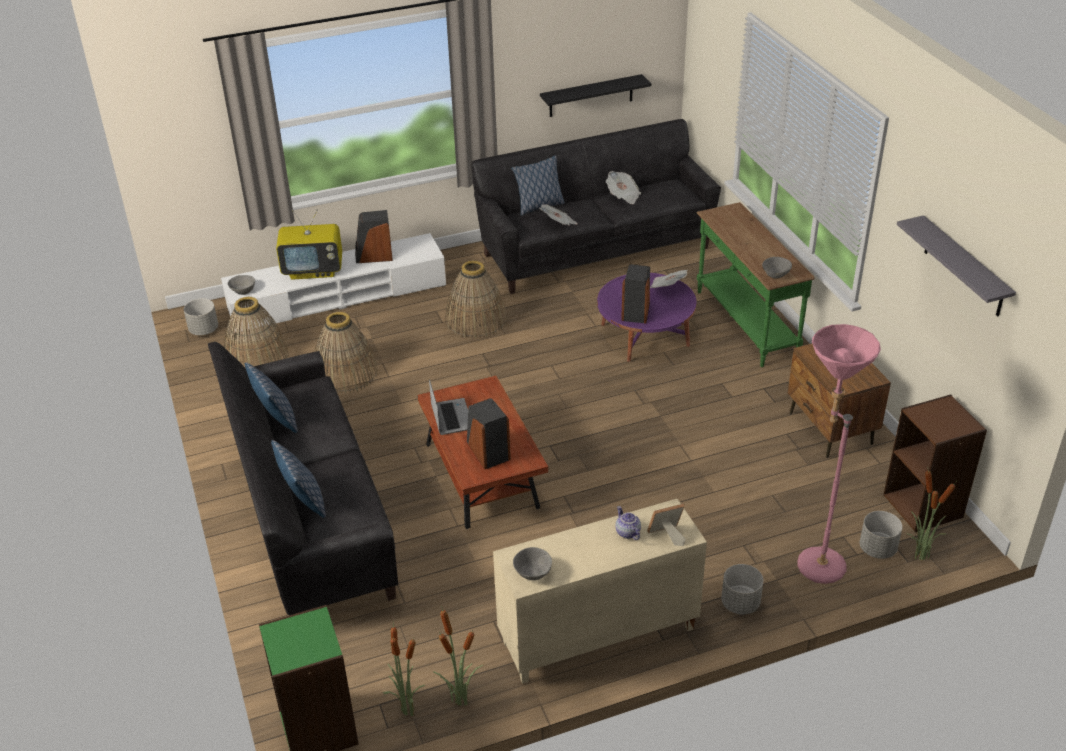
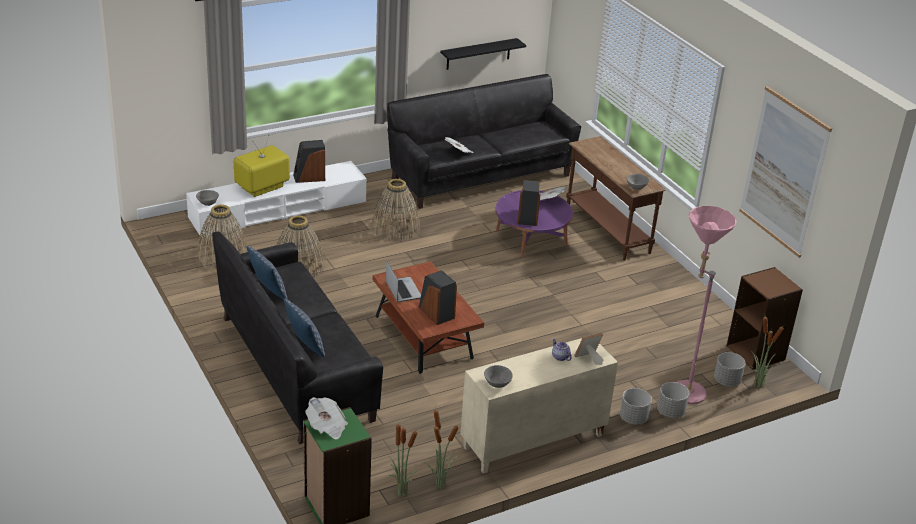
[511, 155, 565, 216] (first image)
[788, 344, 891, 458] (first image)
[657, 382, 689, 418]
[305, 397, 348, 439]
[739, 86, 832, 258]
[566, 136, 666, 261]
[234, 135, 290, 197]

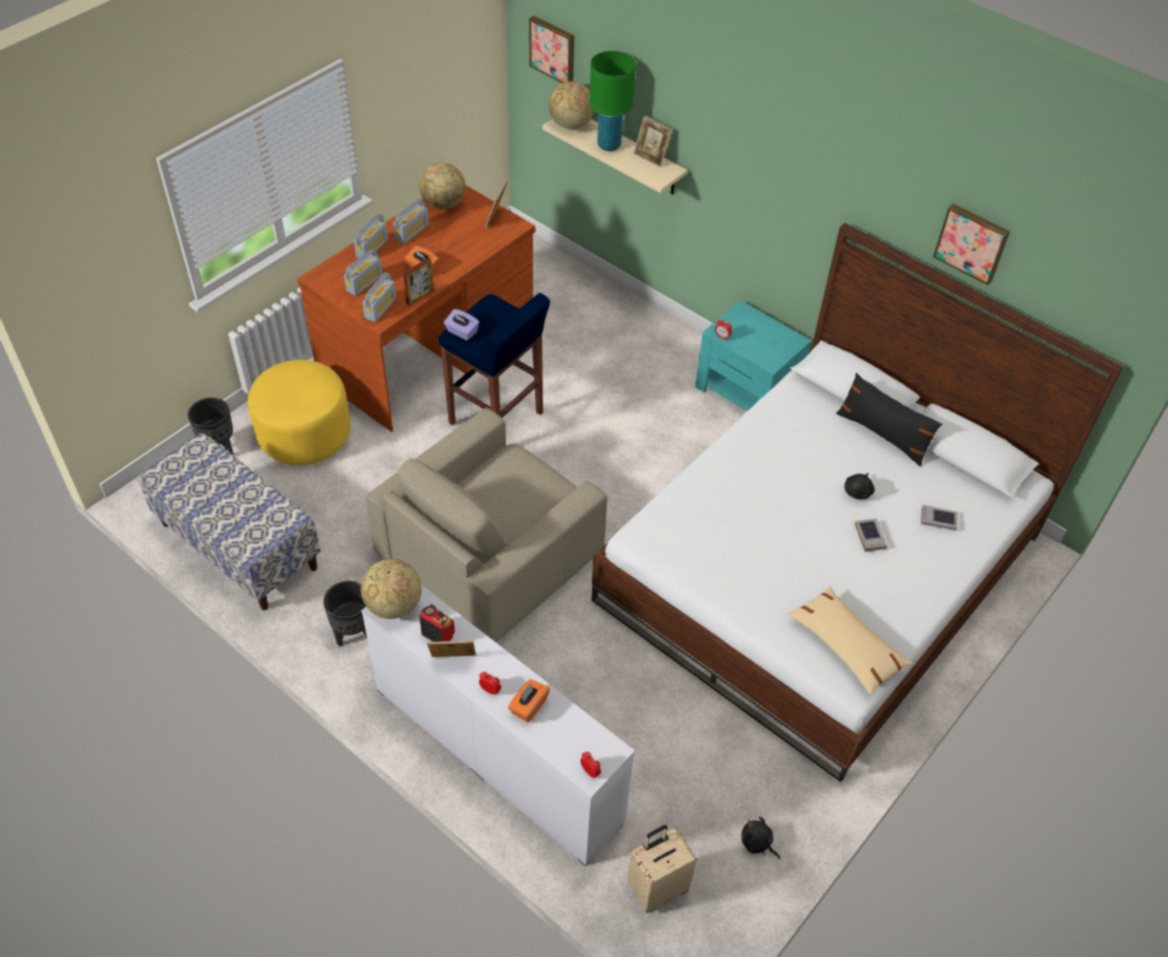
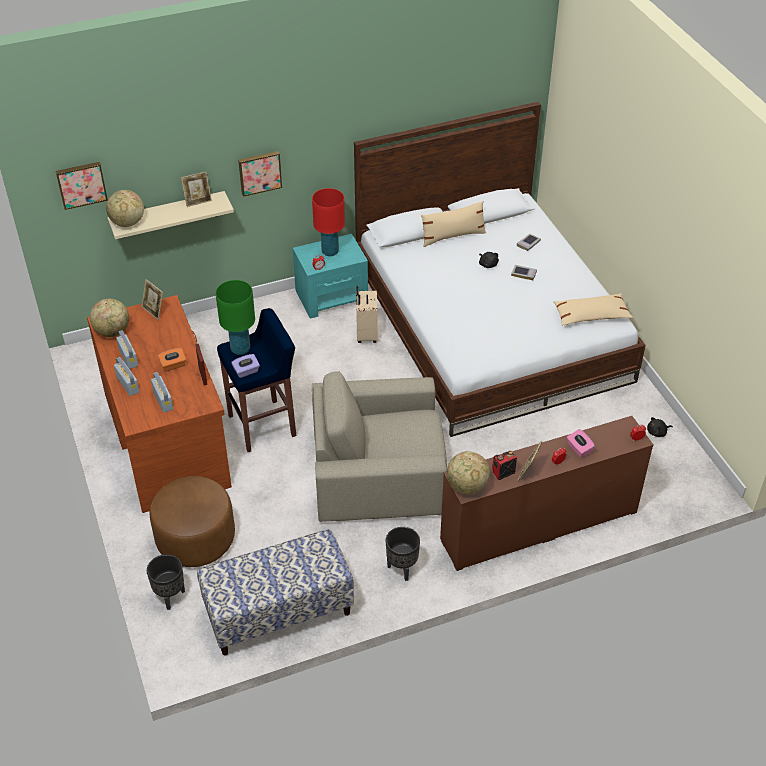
[363, 272, 396, 322] (first image)
[312, 188, 345, 256]
[215, 280, 255, 355]
[356, 286, 377, 343]
[238, 151, 282, 197]
[150, 476, 235, 567]
[440, 416, 654, 571]
[567, 429, 595, 458]
[421, 201, 486, 247]
[312, 371, 447, 522]

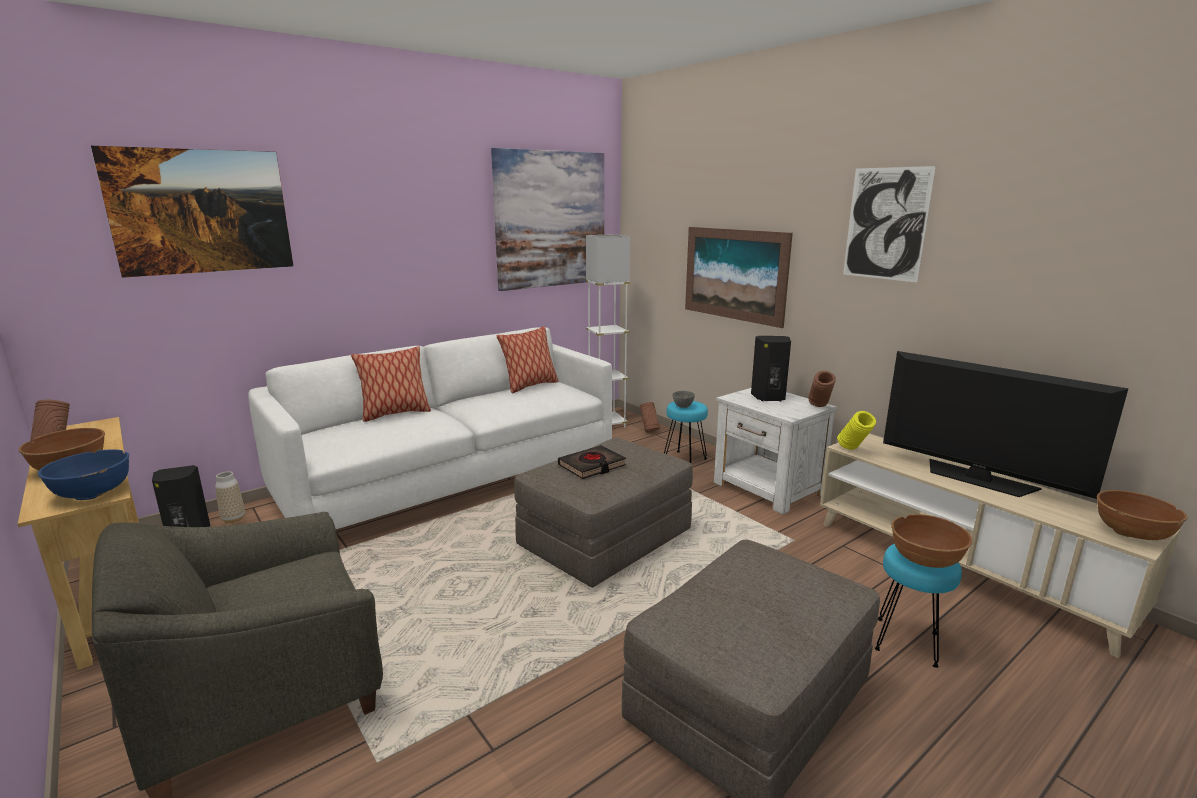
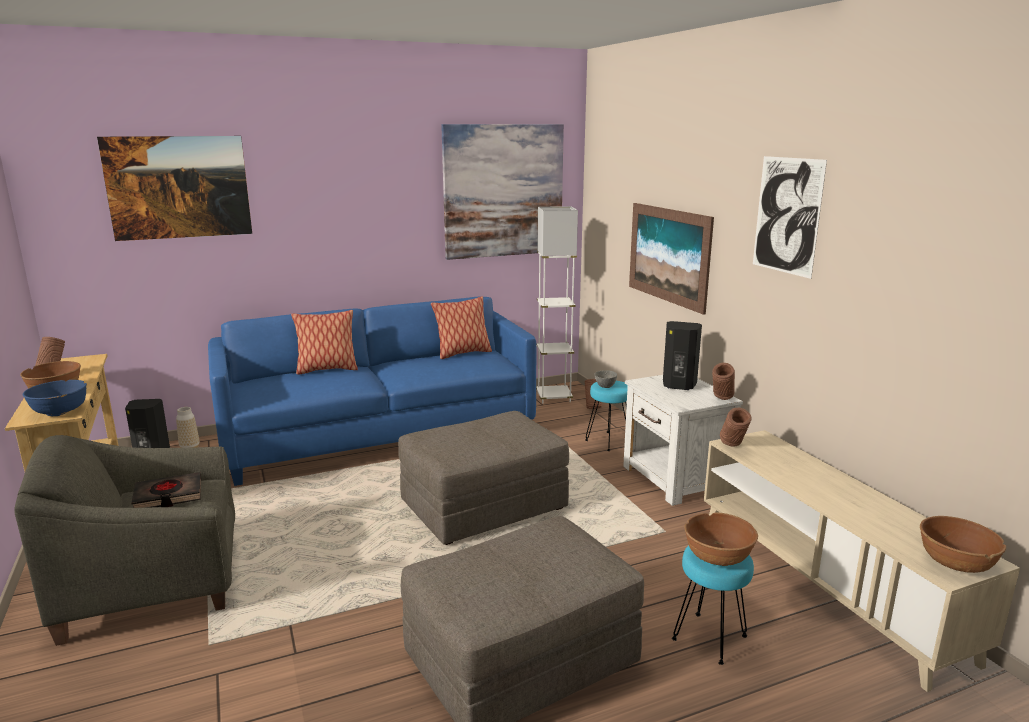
[883, 351, 1129, 499] (first image)
[132, 472, 201, 508]
[208, 297, 537, 486]
[720, 408, 752, 447]

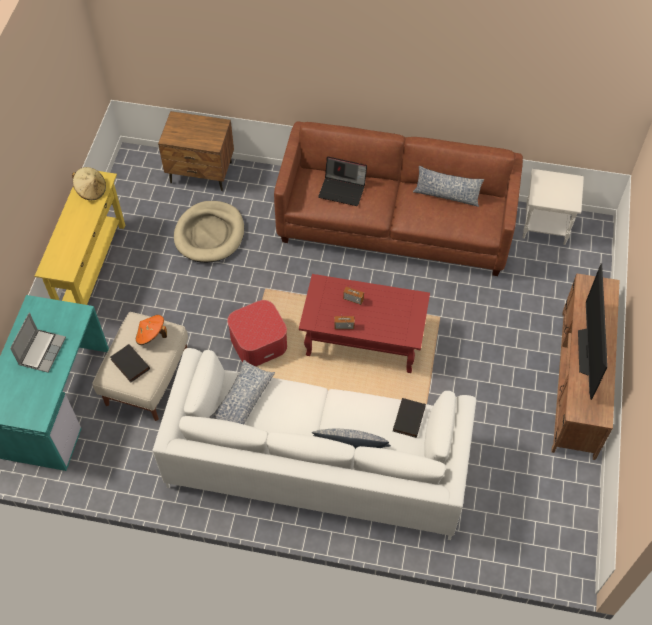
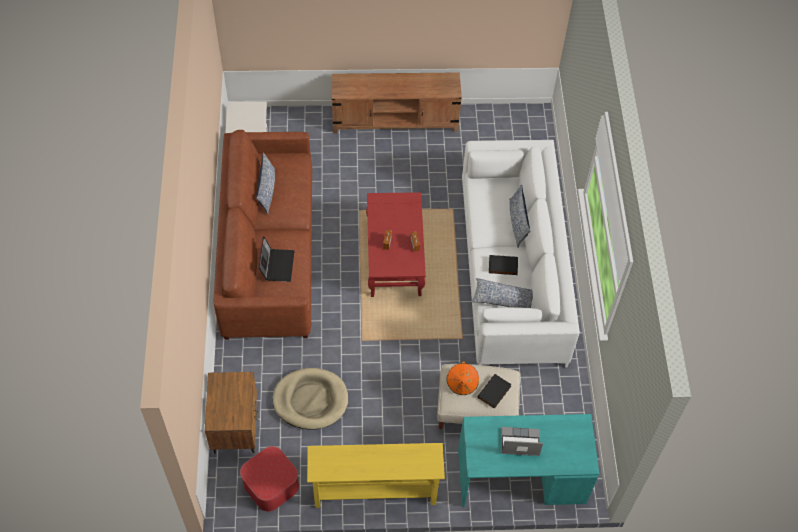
[72, 167, 106, 200] (first image)
[578, 263, 608, 400] (first image)
[240, 446, 299, 512]
[489, 255, 518, 275]

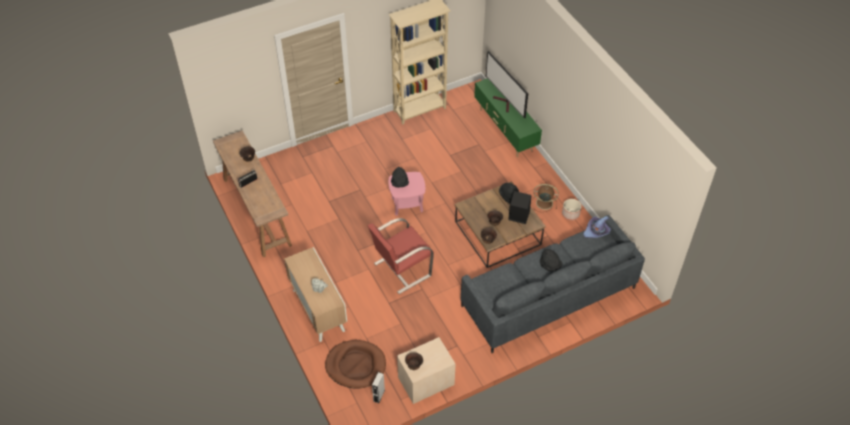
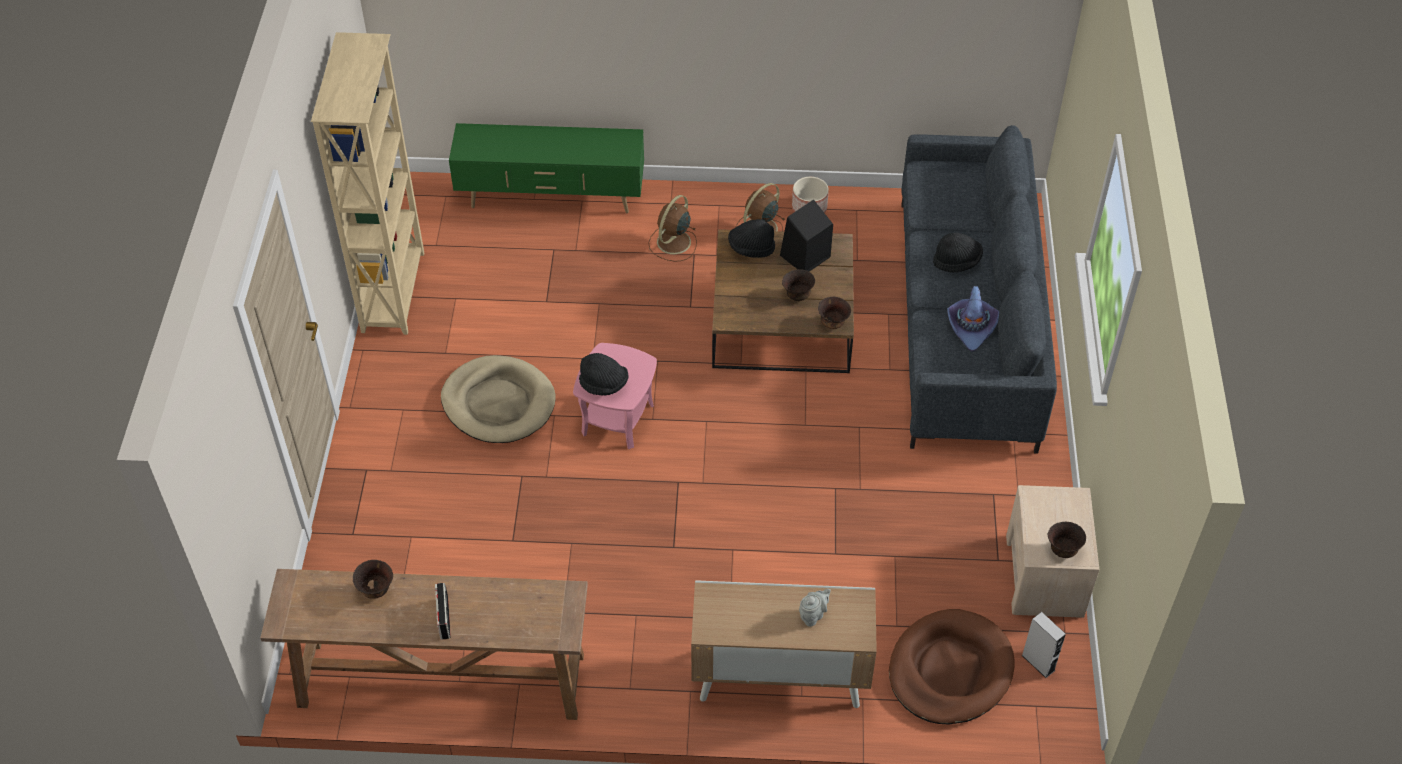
[368, 218, 434, 294] (first image)
[486, 51, 528, 118] (first image)
[441, 355, 556, 443]
[648, 195, 697, 261]
[947, 286, 999, 352]

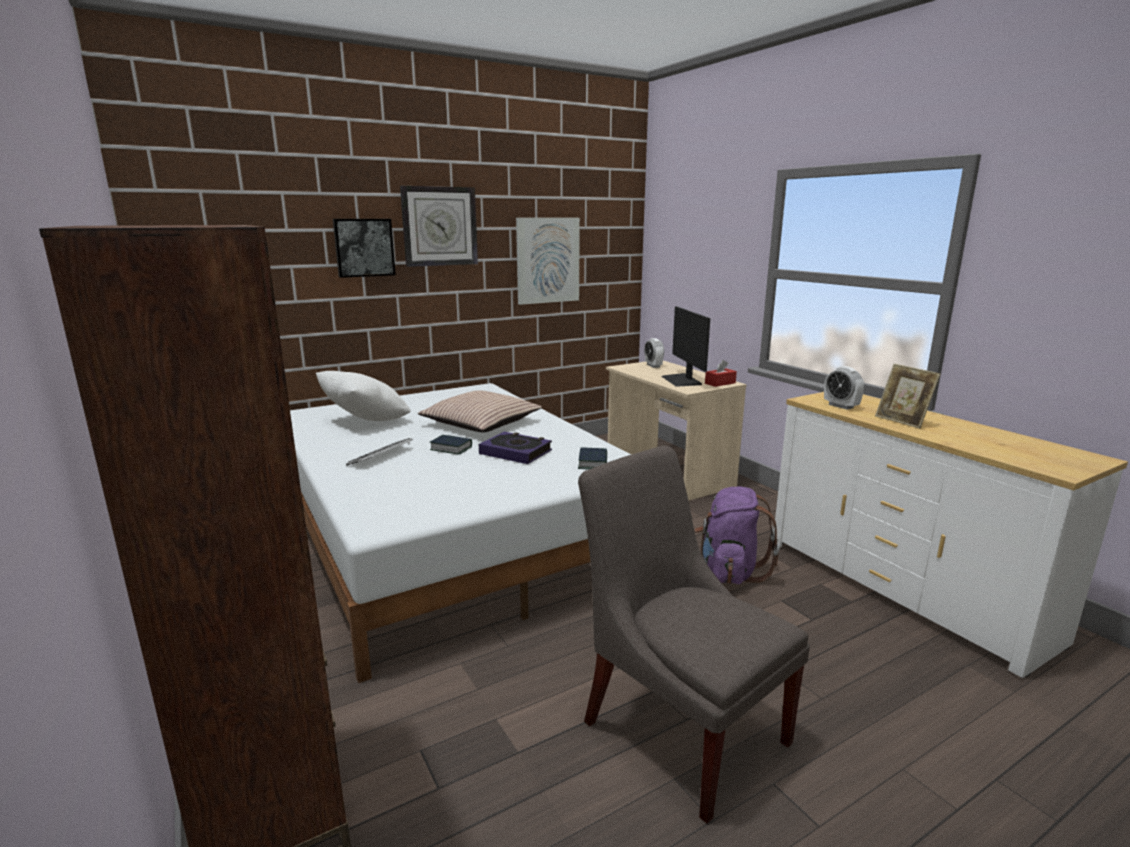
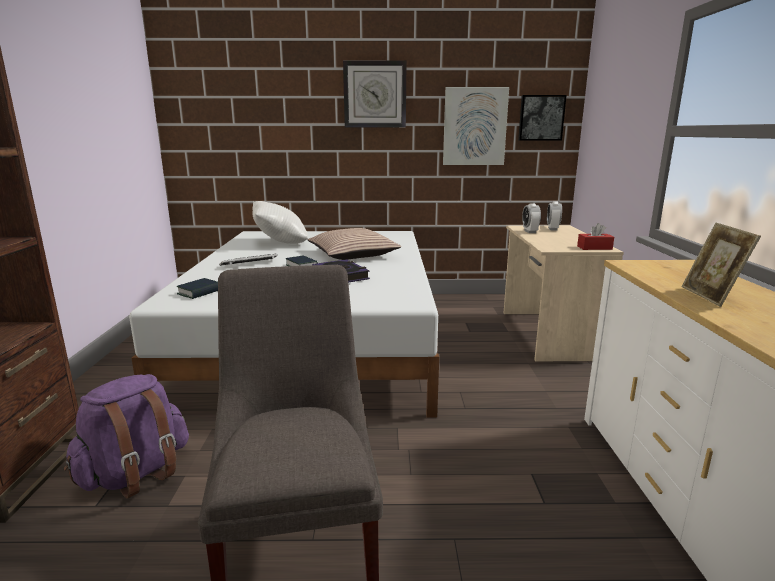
[661, 307, 710, 387] (first image)
[518, 95, 567, 141]
[177, 278, 218, 299]
[64, 374, 189, 498]
[522, 203, 541, 233]

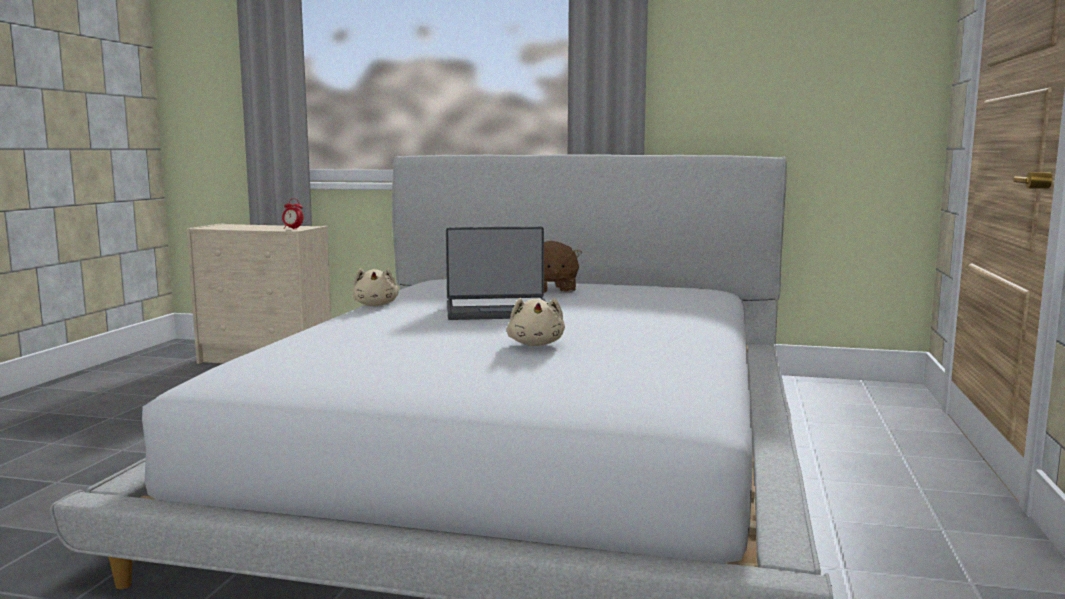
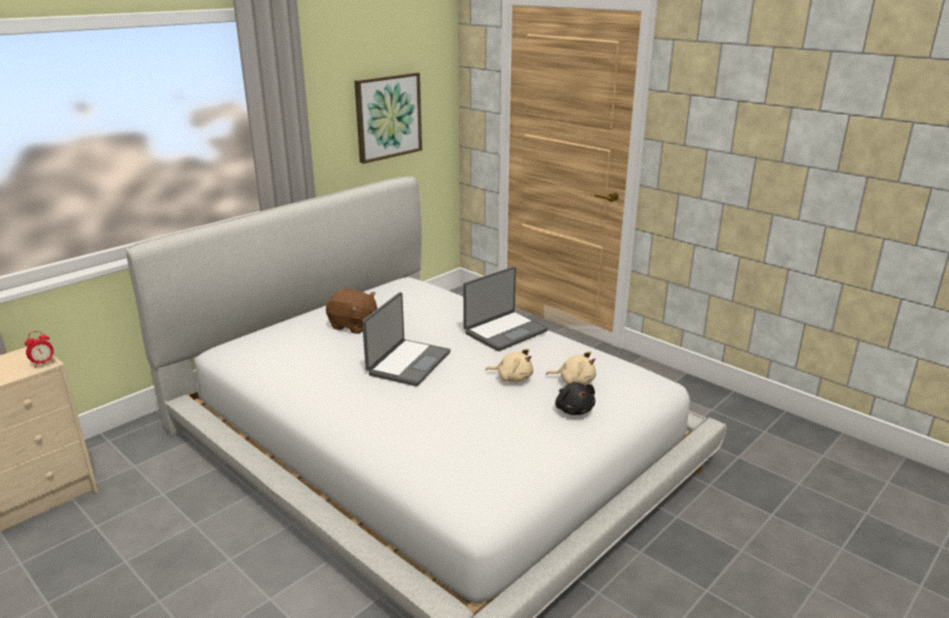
[354, 72, 422, 164]
[463, 267, 548, 351]
[555, 382, 595, 415]
[546, 351, 596, 385]

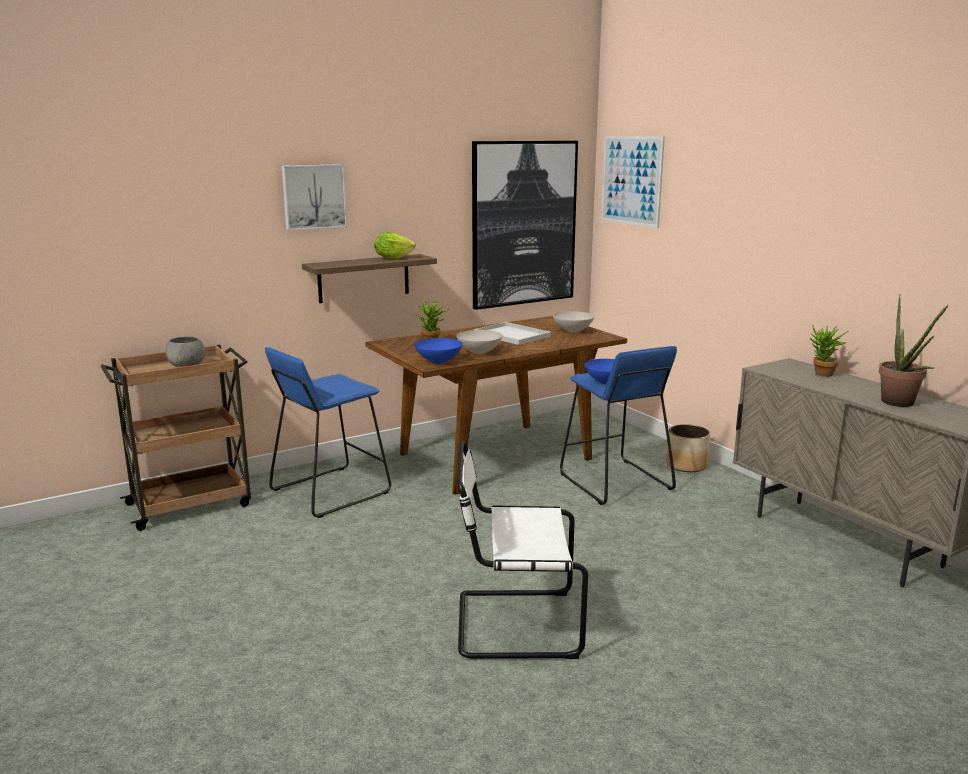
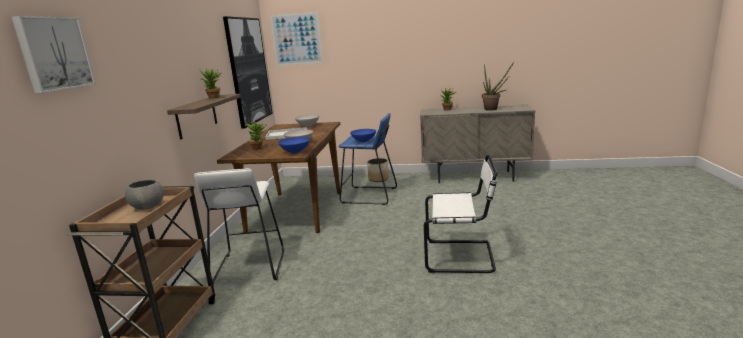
[11, 16, 96, 93]
[200, 68, 222, 99]
[194, 168, 284, 285]
[424, 155, 498, 273]

